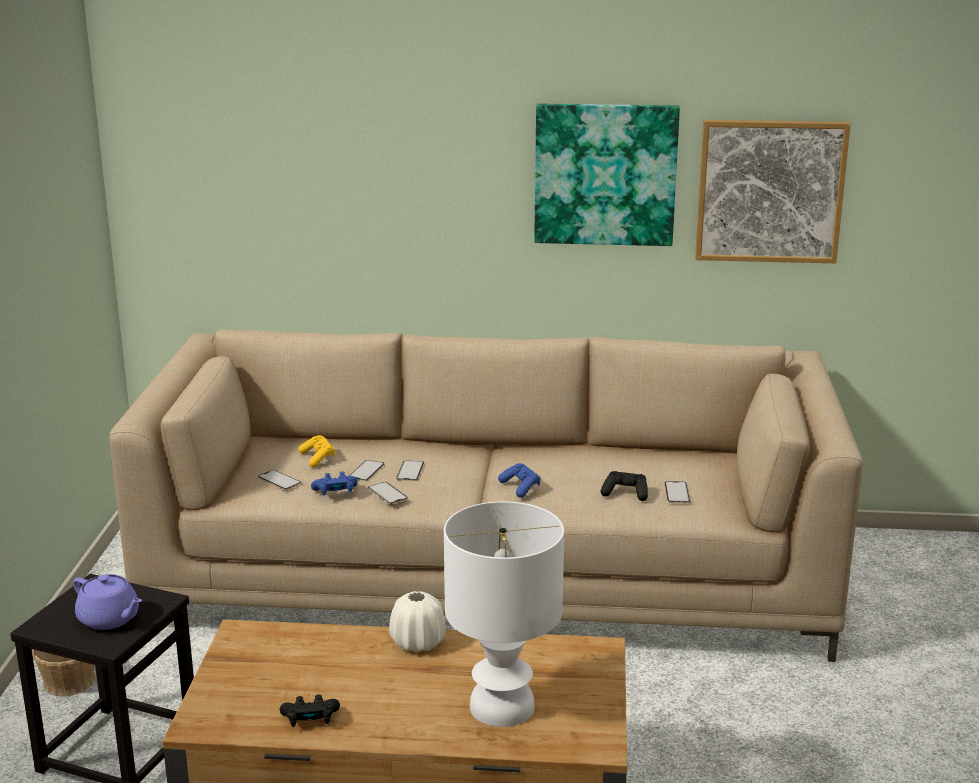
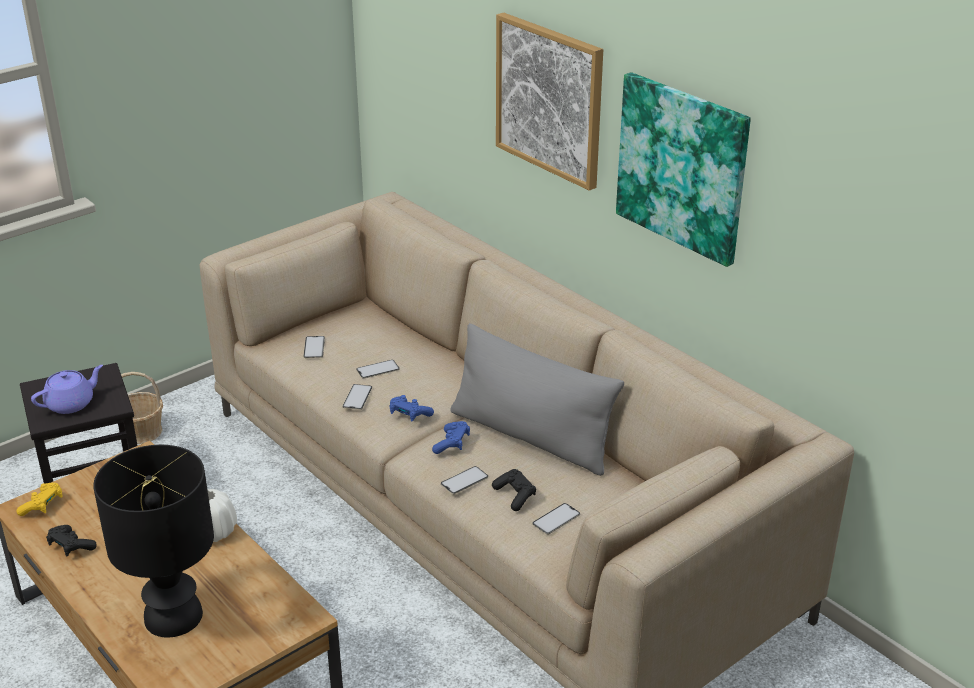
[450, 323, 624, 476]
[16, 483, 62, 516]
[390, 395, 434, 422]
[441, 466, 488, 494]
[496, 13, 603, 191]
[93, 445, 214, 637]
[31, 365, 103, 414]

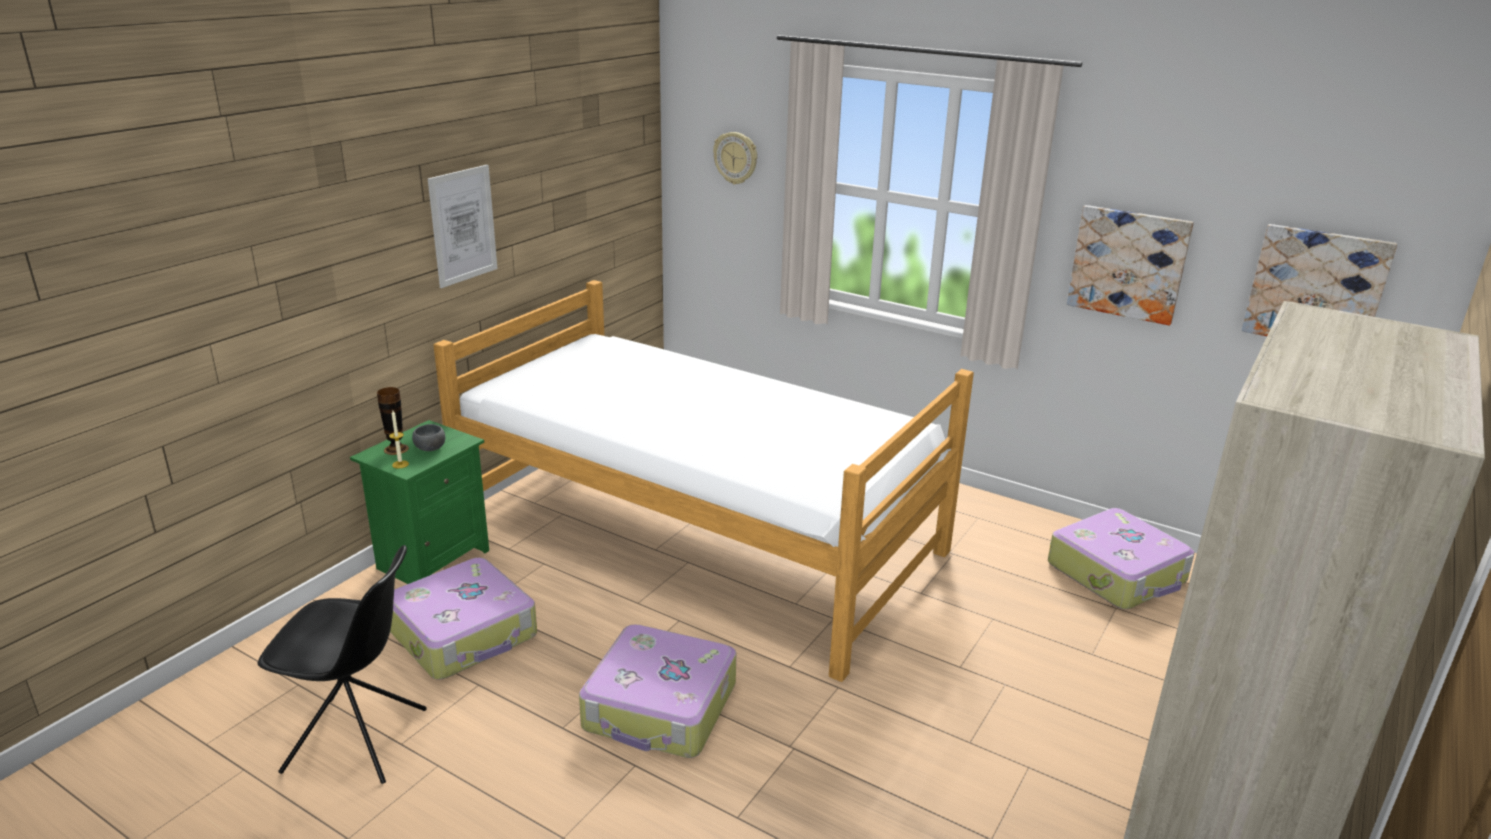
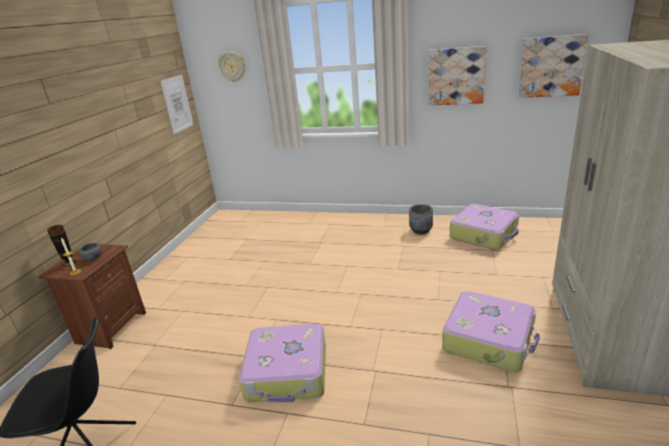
[433, 280, 974, 682] (first image)
[409, 204, 433, 234]
[442, 291, 540, 372]
[160, 75, 194, 134]
[38, 244, 146, 350]

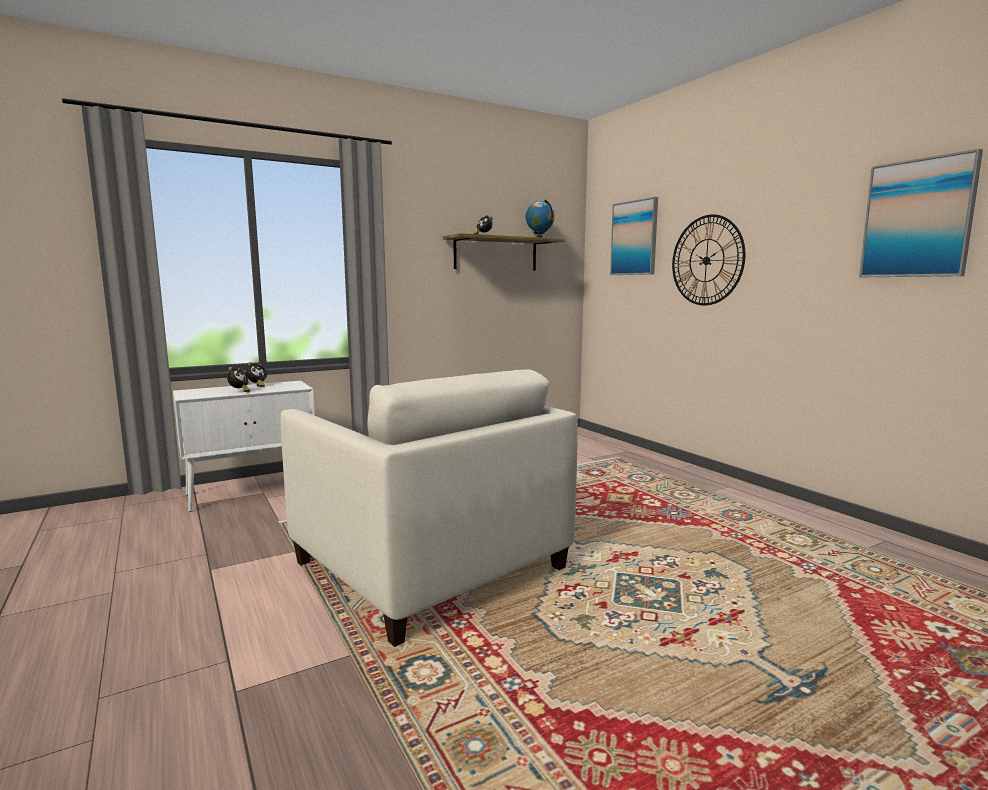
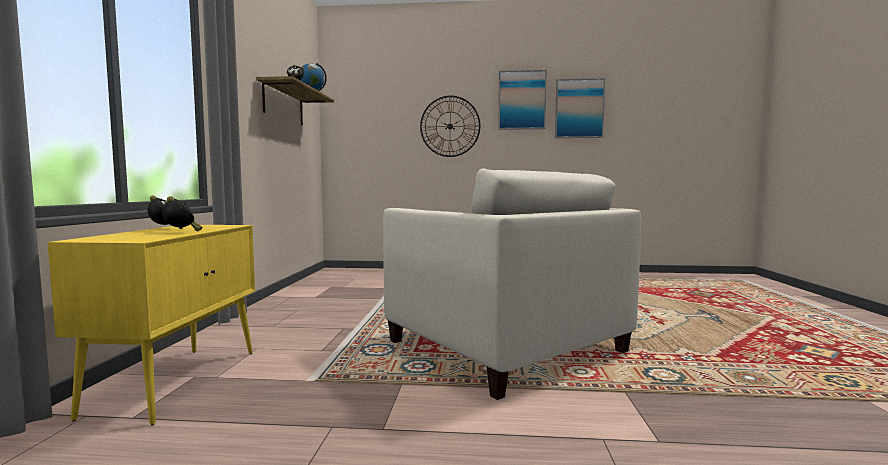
[498, 70, 547, 130]
[47, 225, 255, 425]
[383, 169, 641, 400]

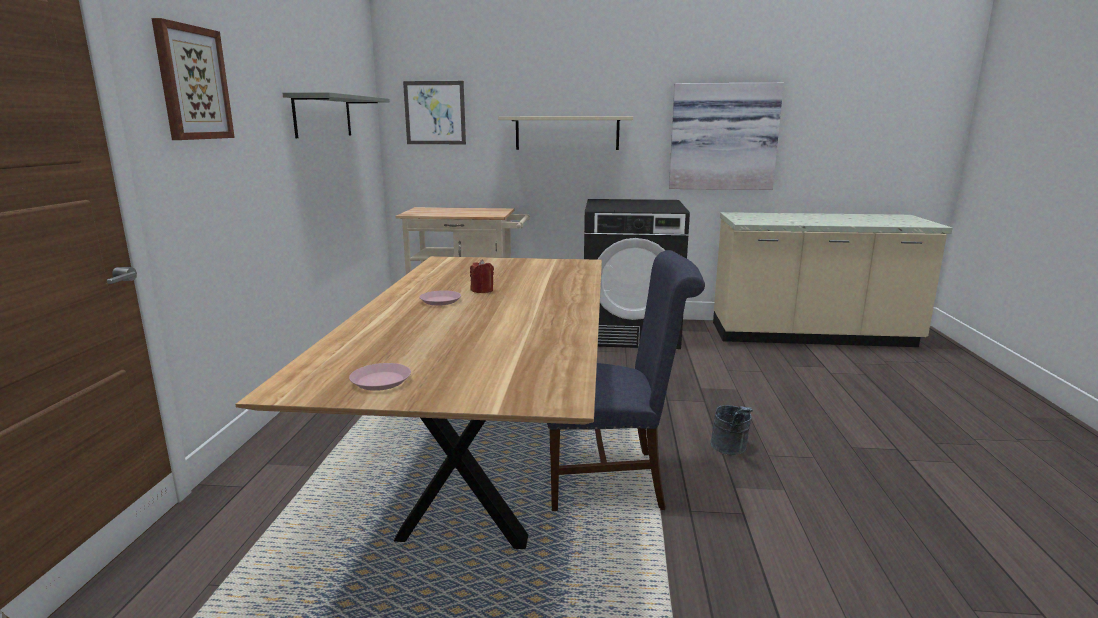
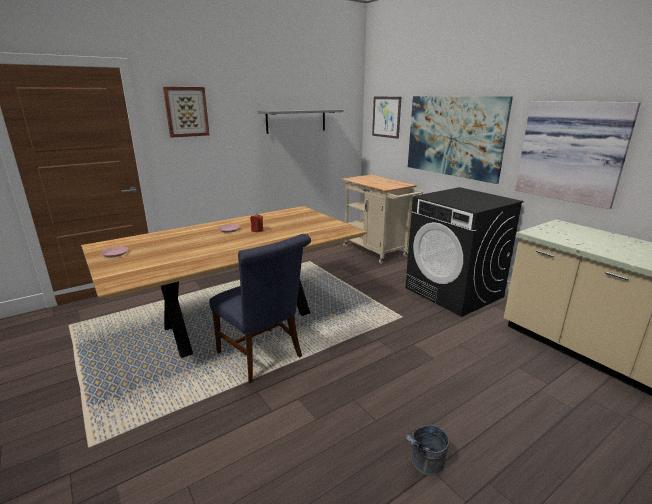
[405, 425, 449, 476]
[408, 96, 513, 184]

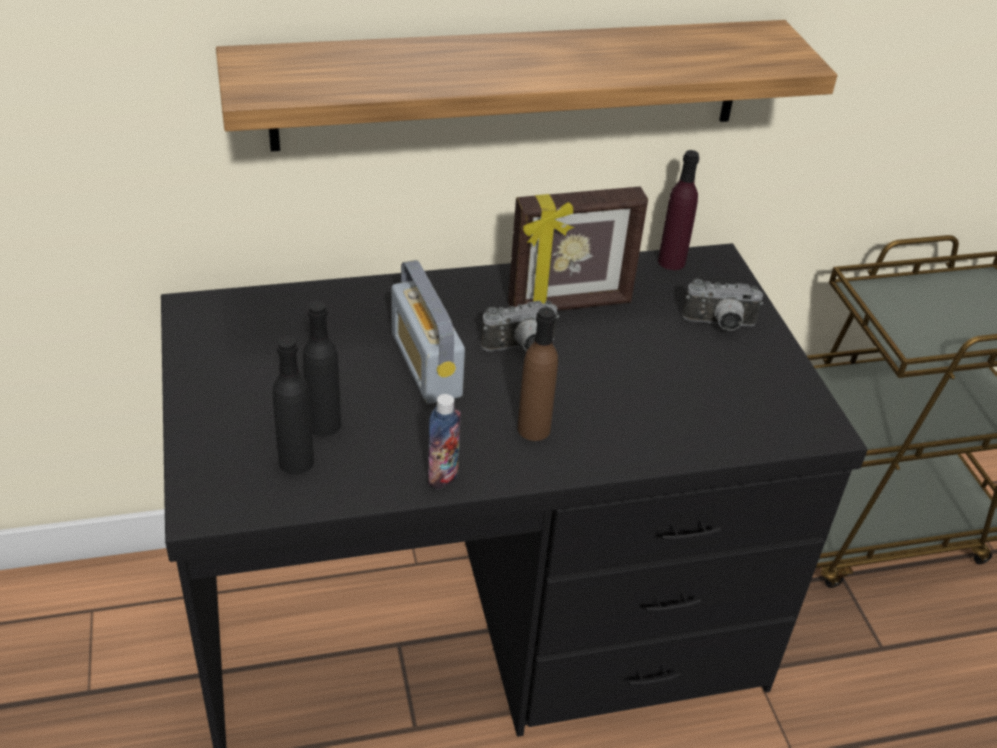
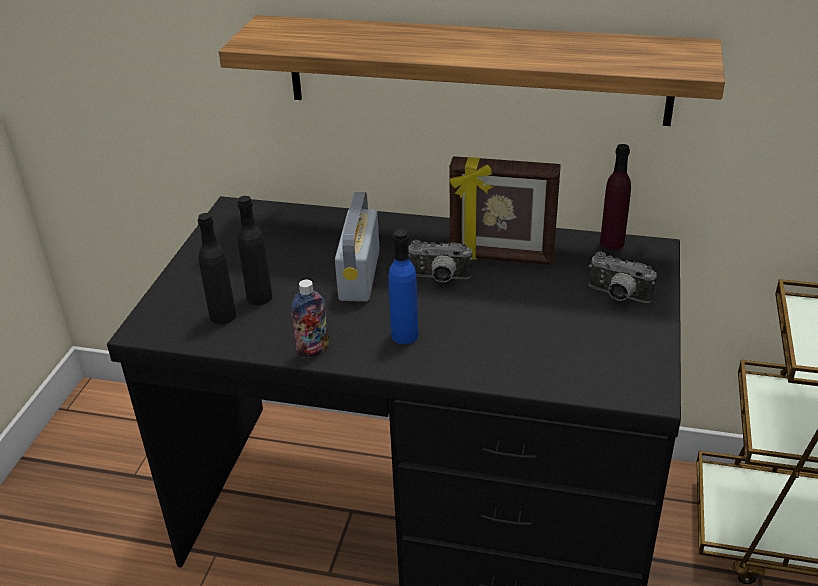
[389, 229, 419, 344]

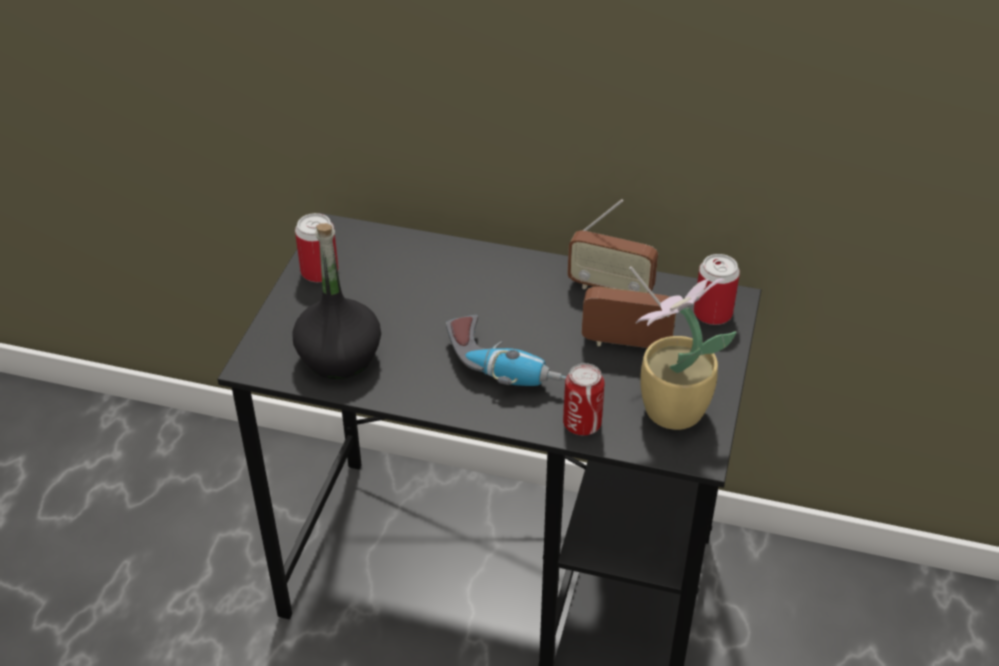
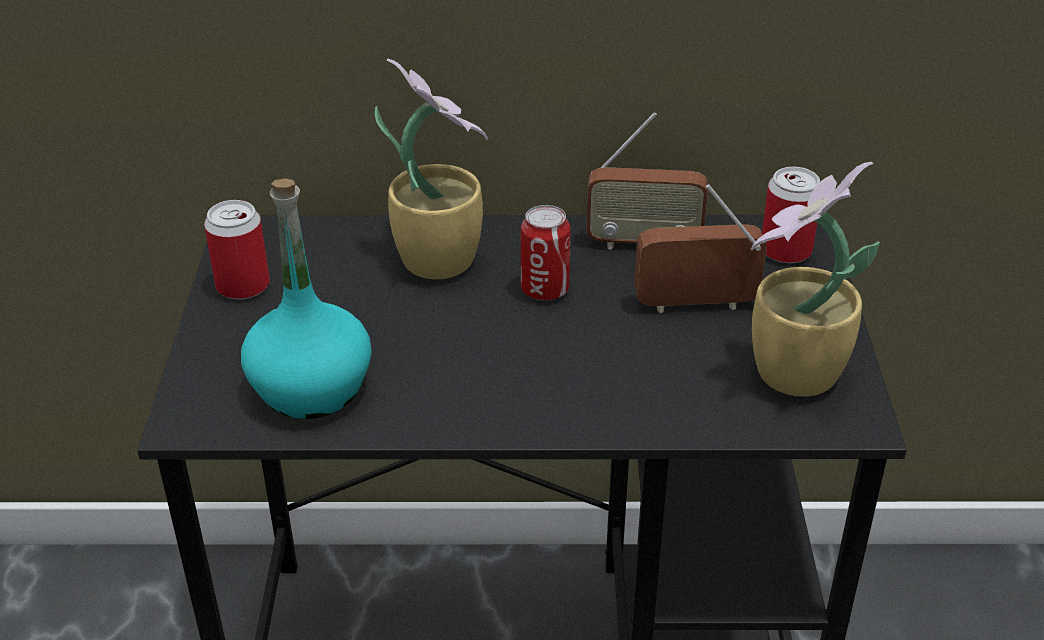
[446, 315, 567, 386] (first image)
[375, 59, 488, 279]
[521, 205, 570, 301]
[241, 179, 372, 419]

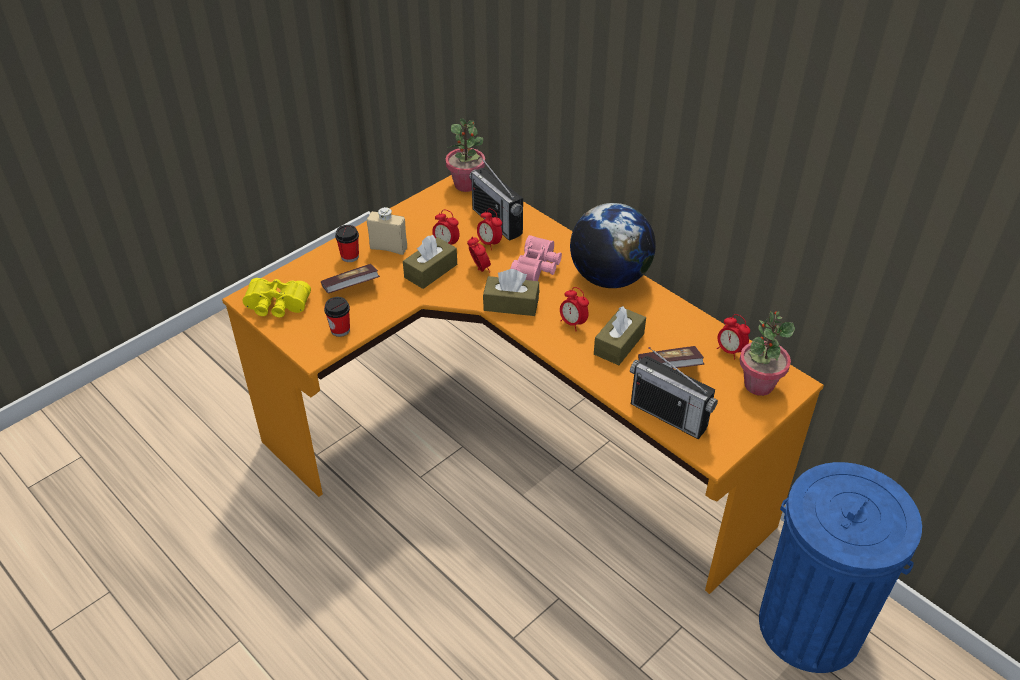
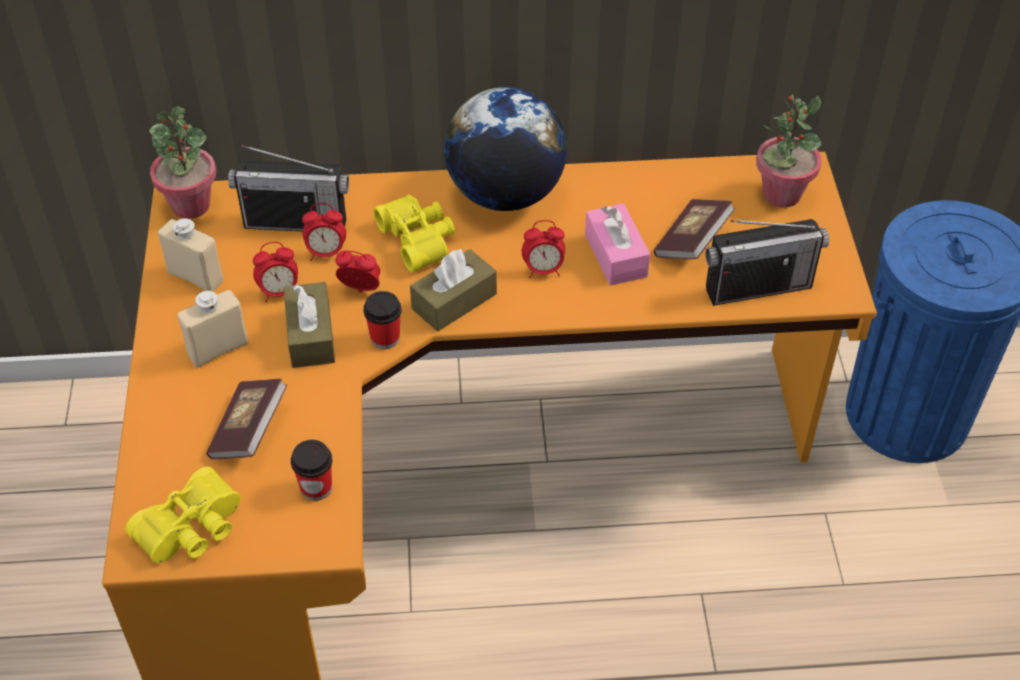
[717, 314, 750, 360] (first image)
[158, 218, 223, 292]
[363, 291, 402, 349]
[373, 194, 455, 273]
[585, 203, 650, 286]

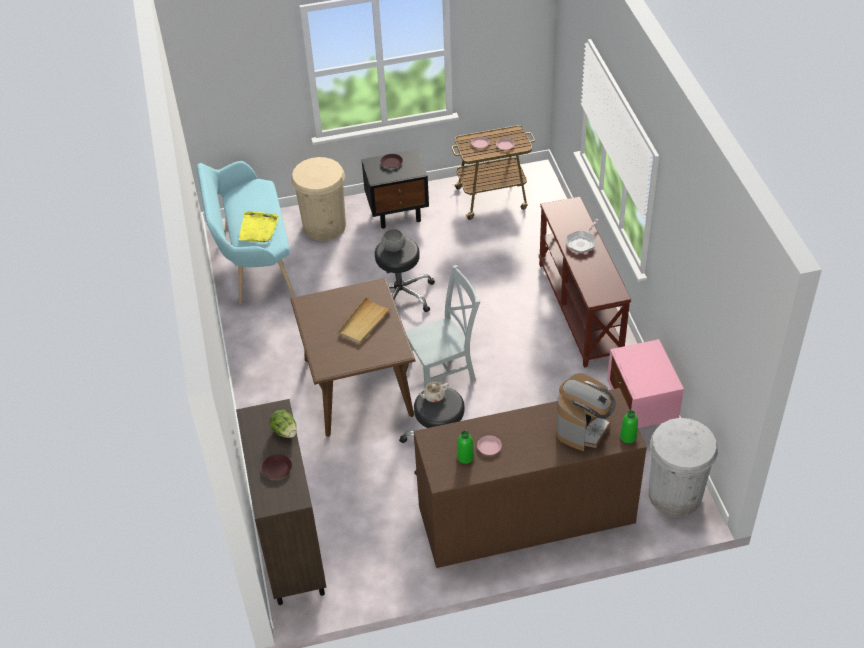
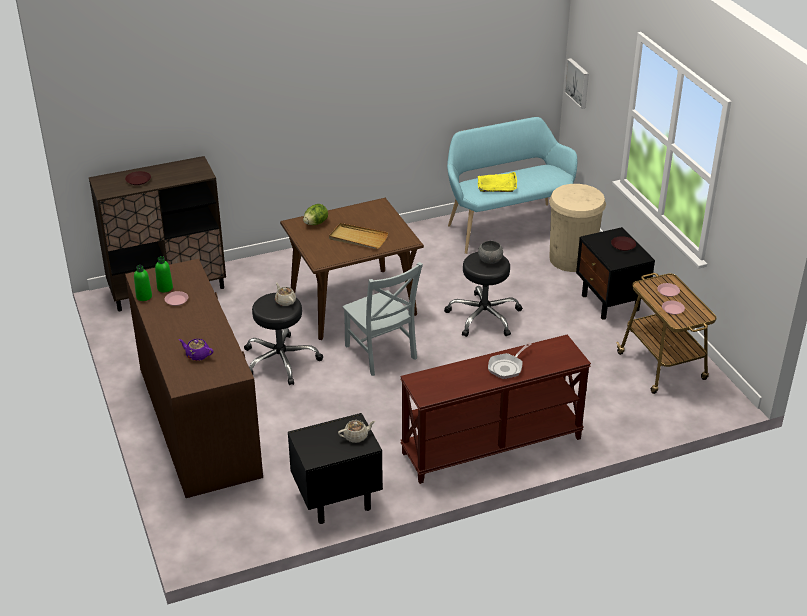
[649, 418, 718, 517] (first image)
[338, 420, 375, 443]
[564, 58, 589, 109]
[303, 204, 328, 225]
[134, 265, 152, 301]
[179, 339, 213, 361]
[288, 413, 383, 524]
[488, 342, 532, 379]

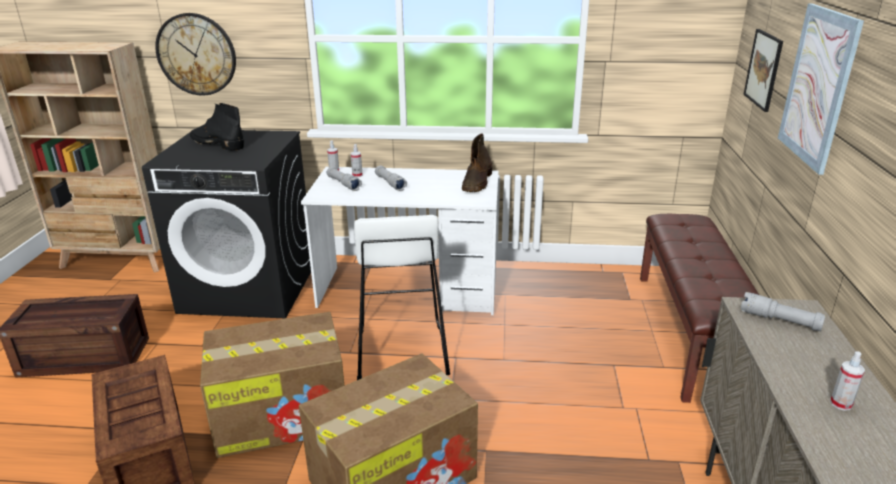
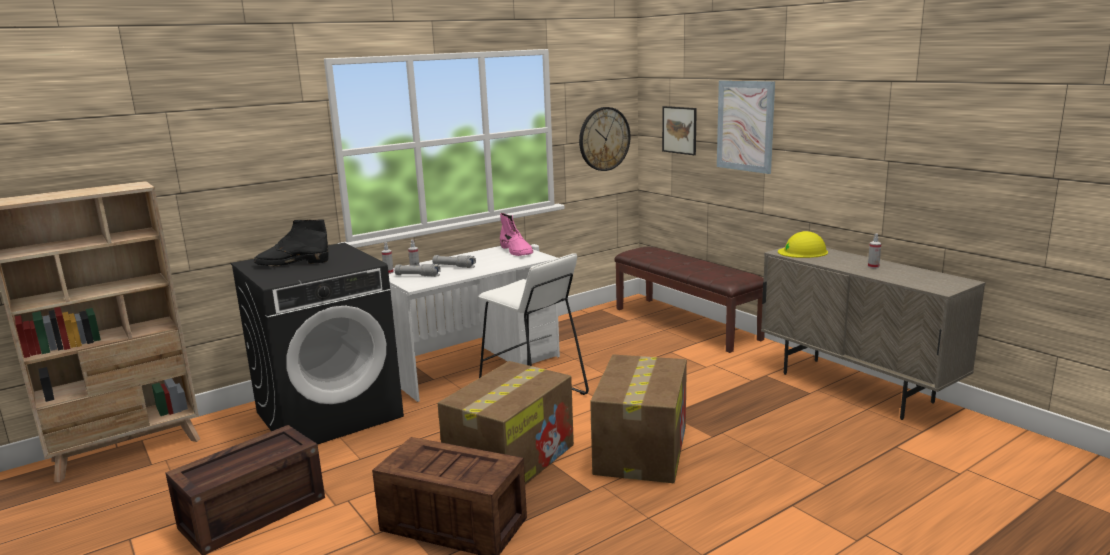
[579, 107, 631, 171]
[778, 231, 828, 258]
[500, 213, 533, 256]

